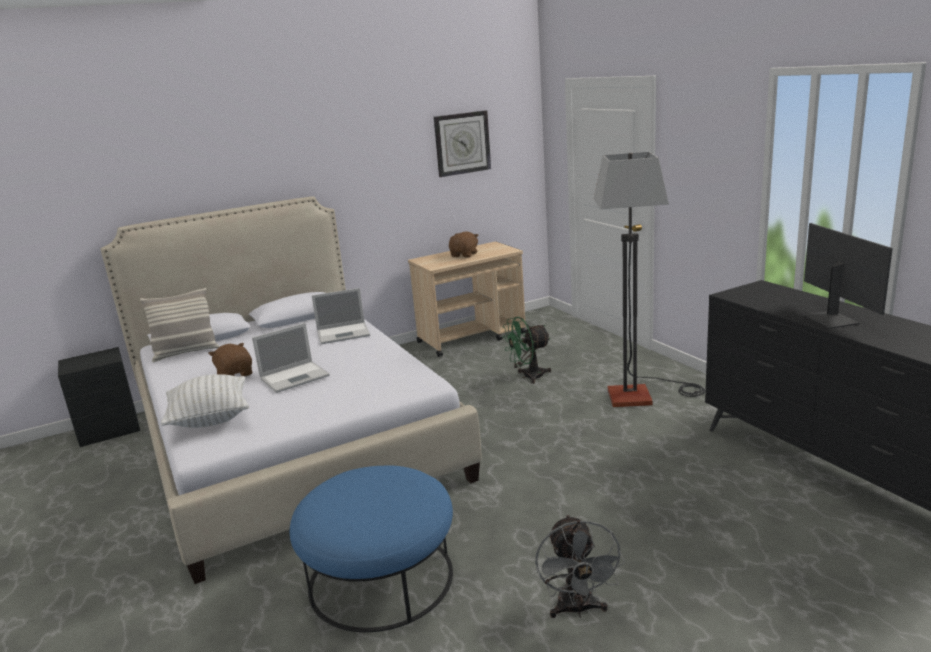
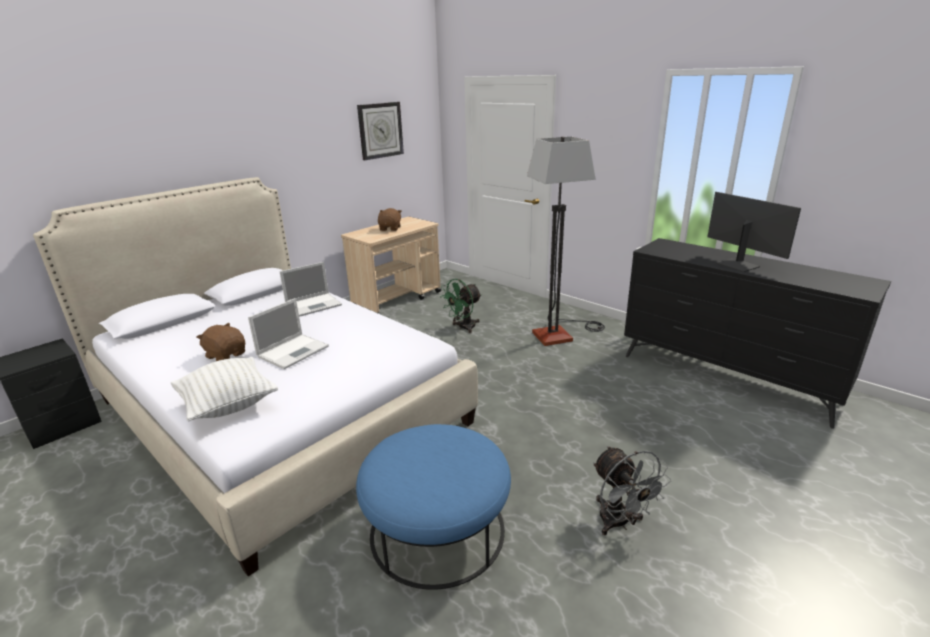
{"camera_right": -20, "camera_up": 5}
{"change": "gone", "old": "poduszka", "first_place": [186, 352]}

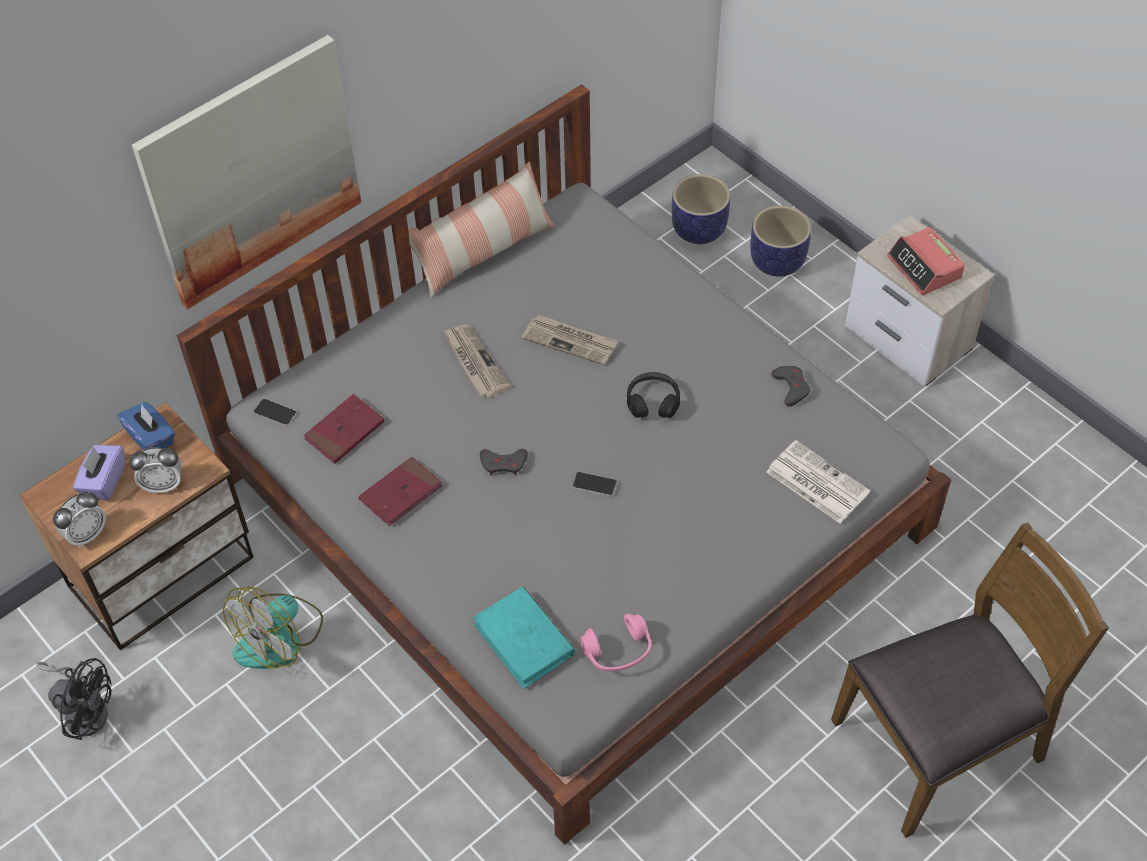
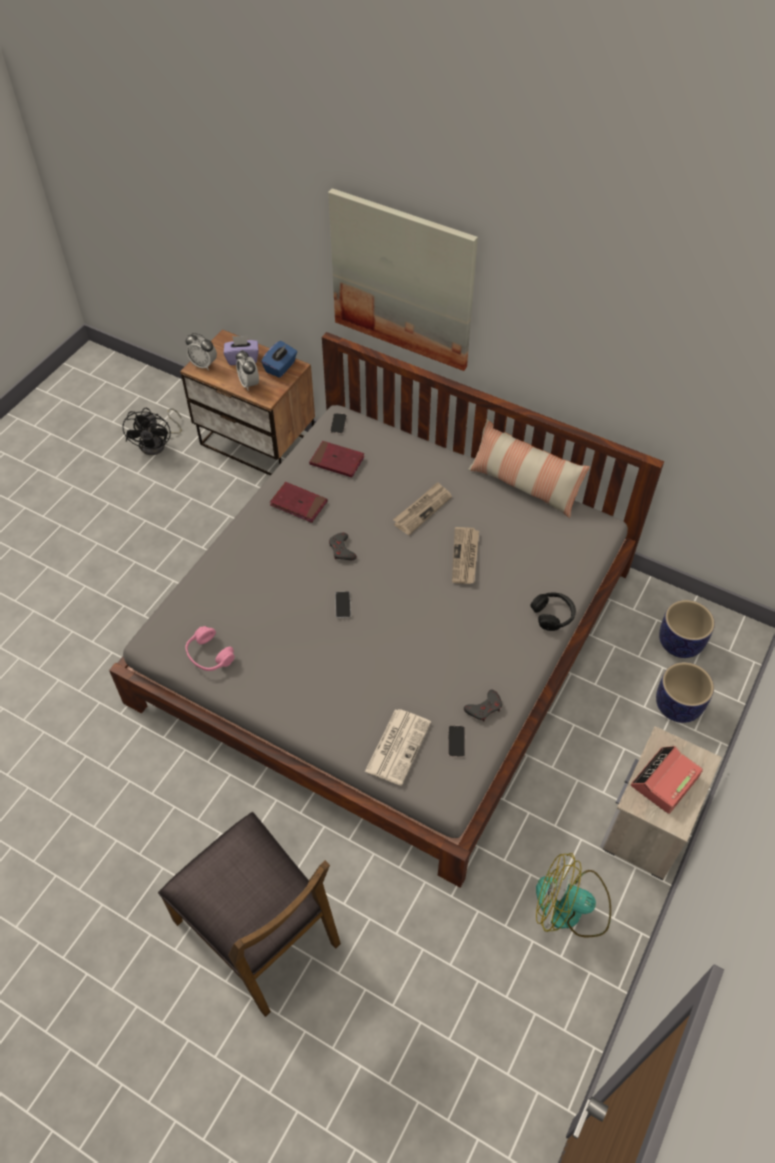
{"camera_right": 70, "camera_up": 0}
{"change": "shifted", "old": "słuchawki (czarny)", "first_place": [653, 401], "second_place": [553, 615]}
{"change": "shifted", "old": "wentylator", "first_place": [280, 638], "second_place": [571, 907]}
{"change": "gone", "old": "książka (turkusowy)", "first_place": [524, 640]}
{"change": "new", "new": "telefon", "second_place": [456, 741]}

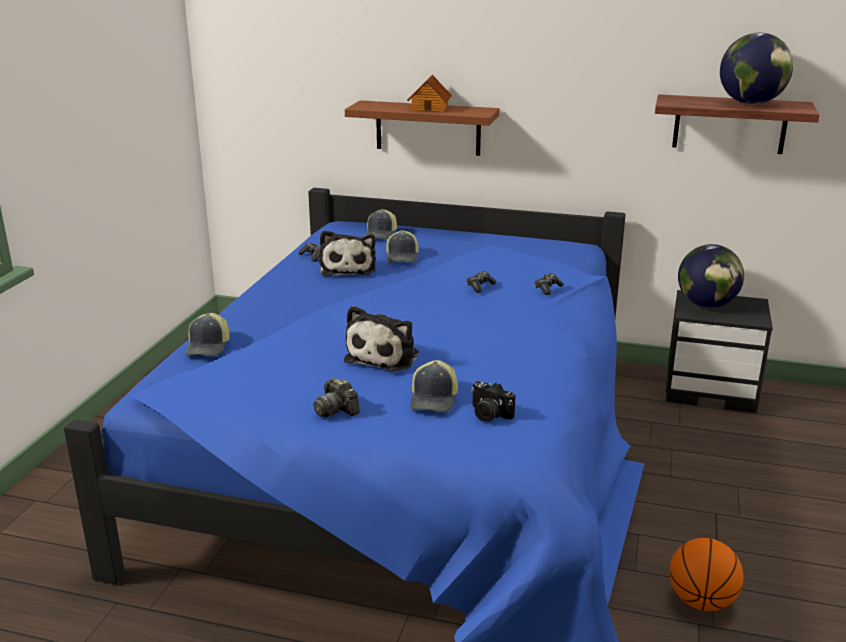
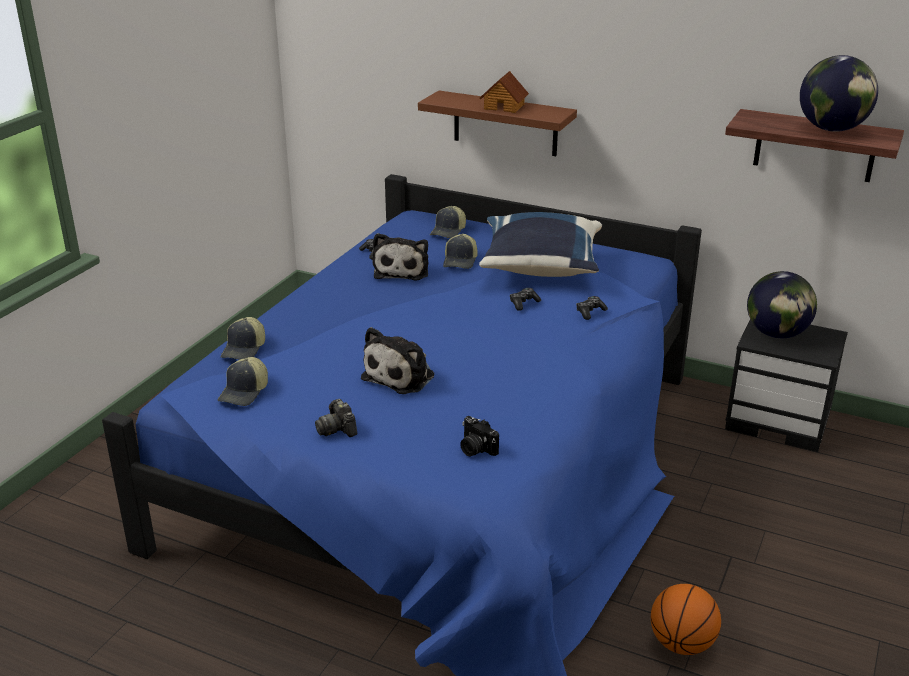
{"camera_right": 10, "camera_up": 5}
{"change": "shifted", "old": "czapka z daszkiem", "first_place": [434, 399], "second_place": [245, 392]}
{"change": "new", "new": "poduszka (niebieski)", "second_place": [540, 267]}

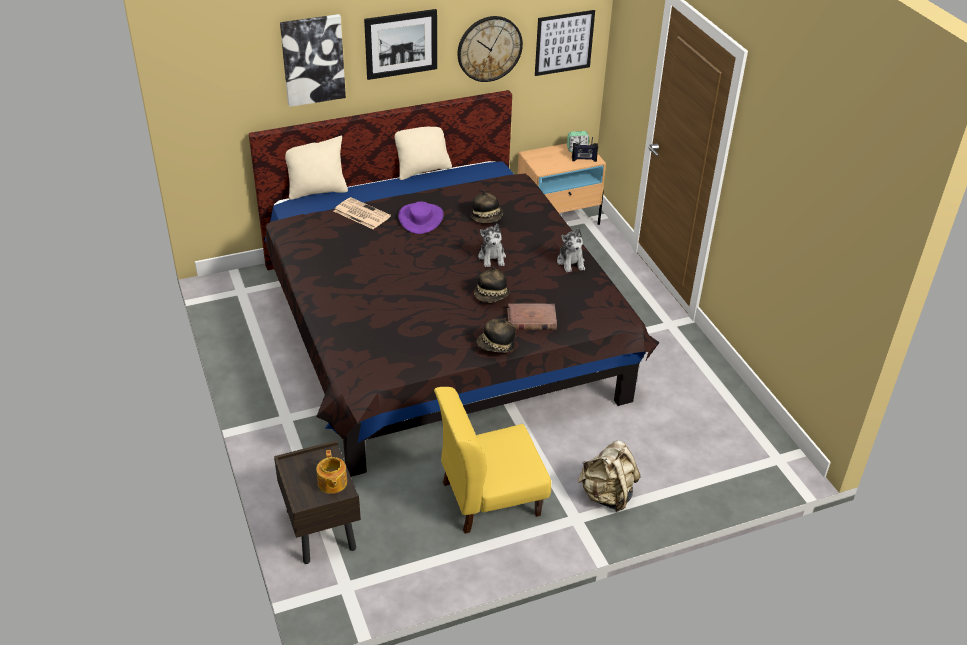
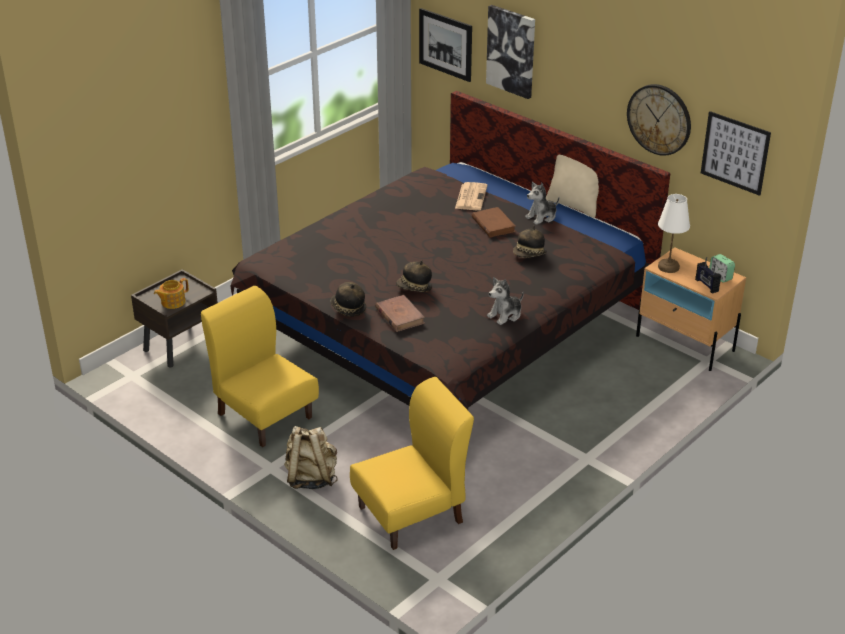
{"camera_right": 65, "camera_up": -5}
{"change": "shifted", "old": "obraz", "first_place": [401, 44], "second_place": [445, 44]}
{"change": "gone", "old": "poduszka (beżowy)", "first_place": [317, 191]}
{"change": "swapped", "old": "kapelusz (fioletowy)", "new": "książka (brązowy)", "first_place": [421, 218], "second_place": [493, 224]}
{"change": "shifted", "old": "pluszak", "first_place": [492, 257], "second_place": [541, 217]}
{"change": "new", "new": "lampa stołowa (biały)", "second_place": [668, 267]}
{"change": "new", "new": "krzesło (żółty)", "second_place": [411, 514]}

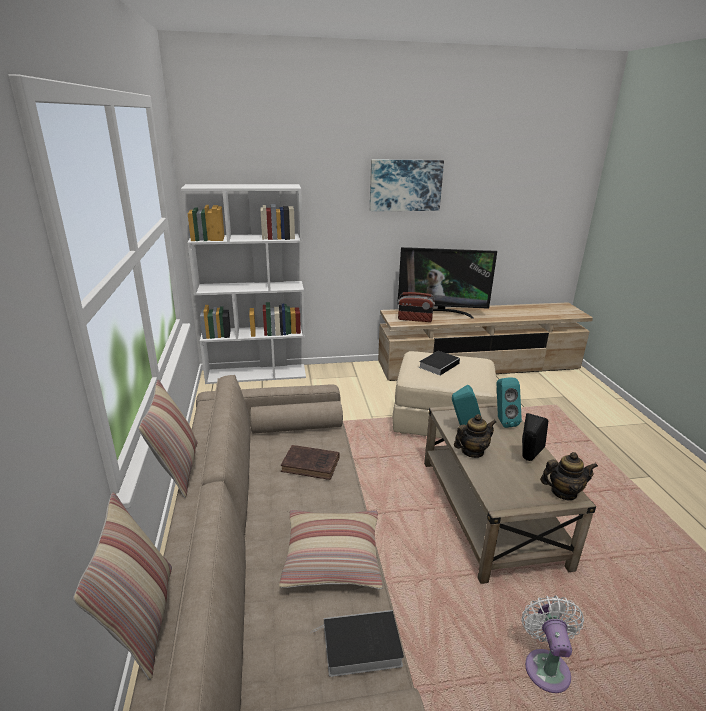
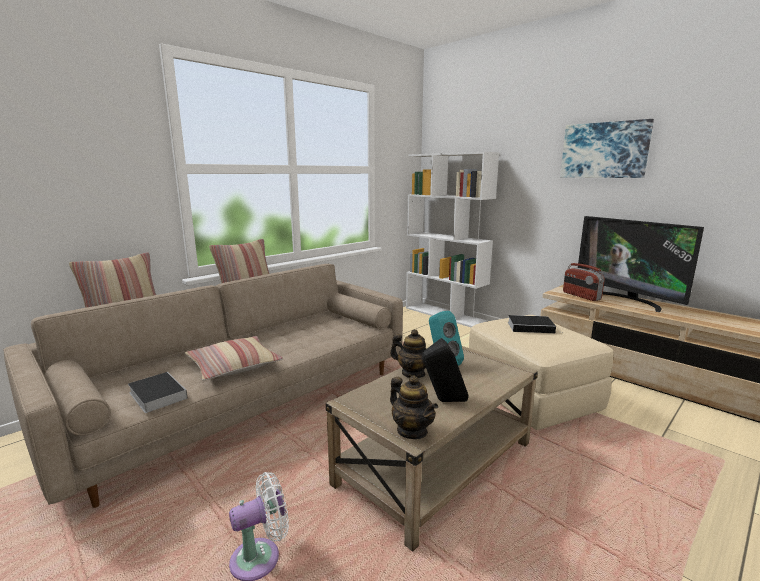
{"camera_right": 55, "camera_up": -10}
{"change": "gone", "old": "głośnik (turkusowy)", "first_place": [502, 421]}
{"change": "gone", "old": "książka (brązowy)", "first_place": [312, 465]}

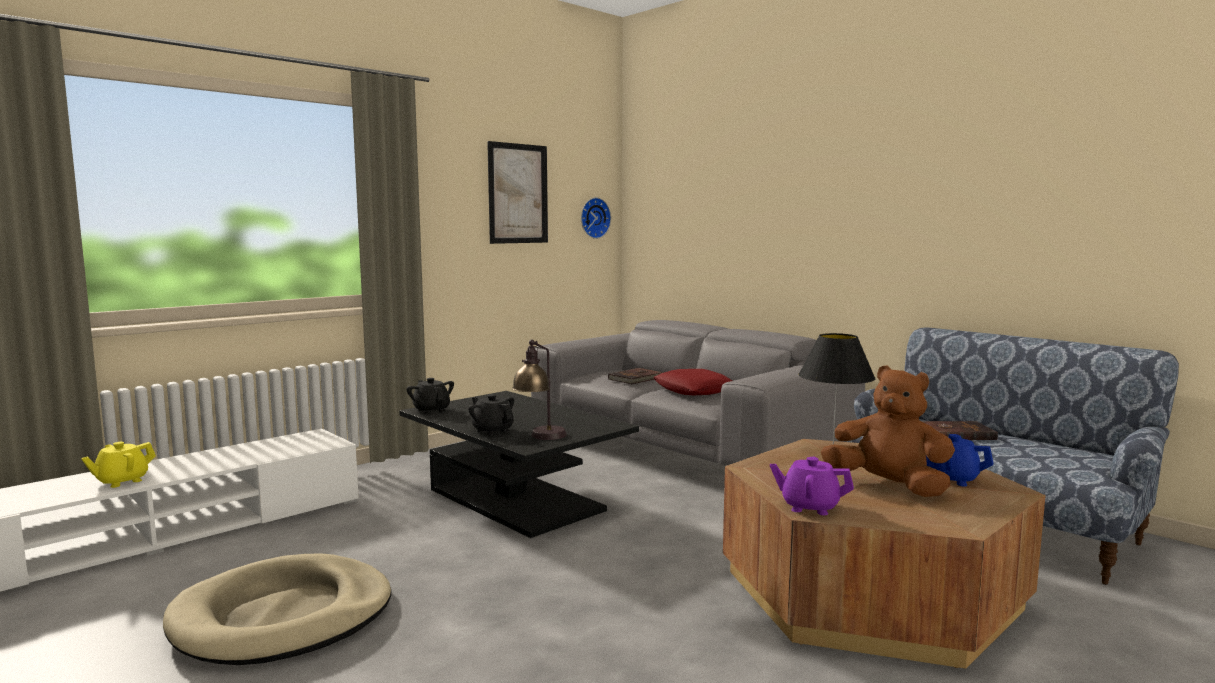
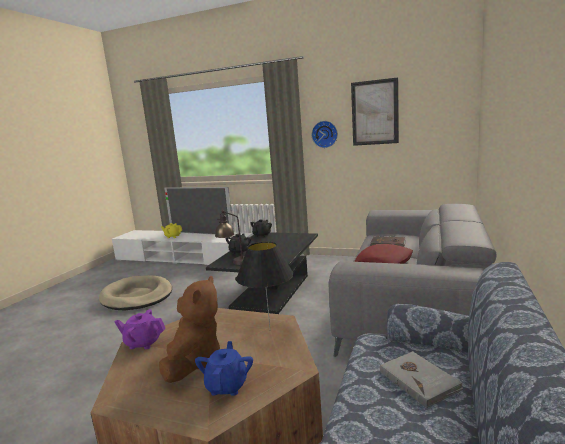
{"camera_right": 65, "camera_up": 5}
{"change": "shifted", "old": "zegar ścienny", "first_place": [593, 218], "second_place": [325, 134]}
{"change": "repainted", "old": "książka (brązowy)", "new": "książka (szary)", "first_place": [955, 433], "second_place": [419, 380]}
{"change": "rotated", "old": "imbryk (fioletowy)", "first_place": [809, 507], "second_place": [143, 343], "degrees": -75}
{"change": "new", "new": "telewizor", "second_place": [200, 233]}

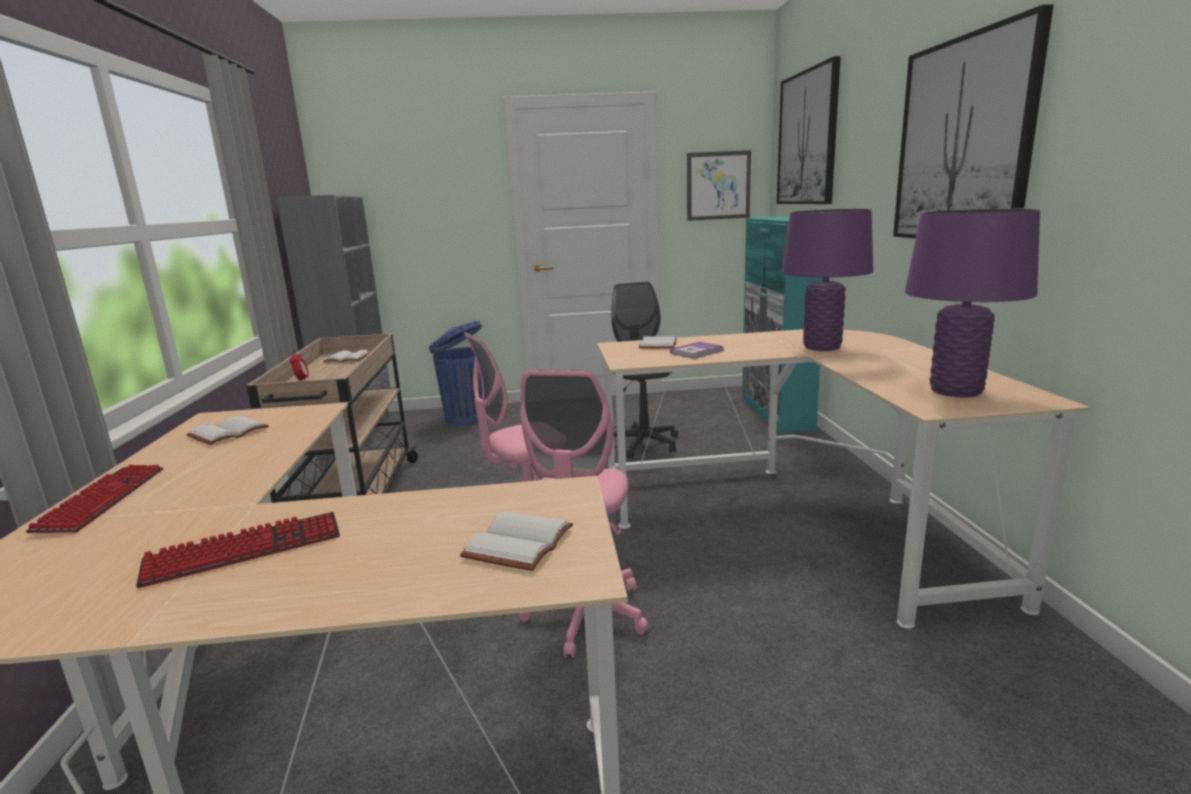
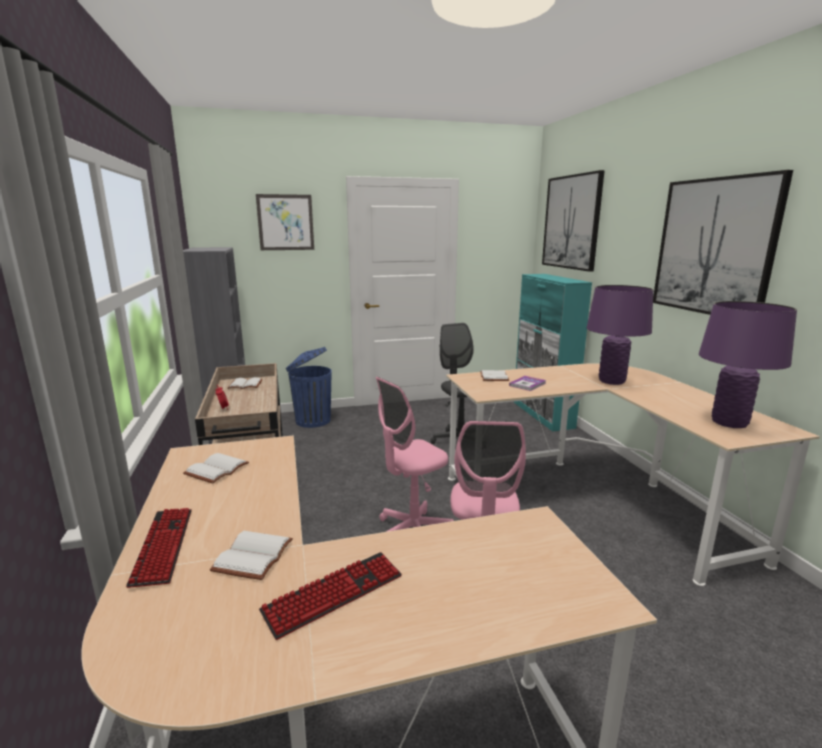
{"camera_right": -10, "camera_up": 0}
{"change": "shifted", "old": "obraz", "first_place": [718, 185], "second_place": [285, 222]}
{"change": "shifted", "old": "książka (biały)", "first_place": [520, 544], "second_place": [254, 557]}

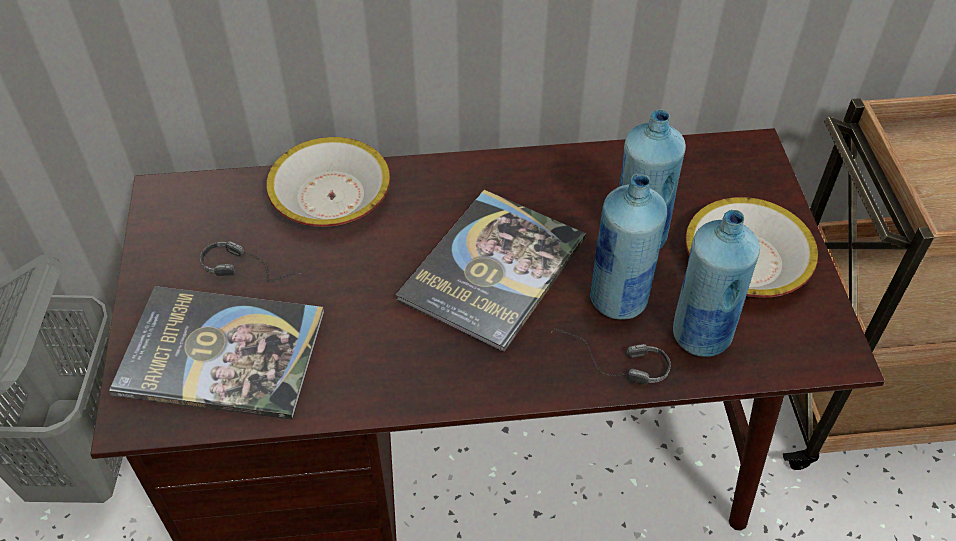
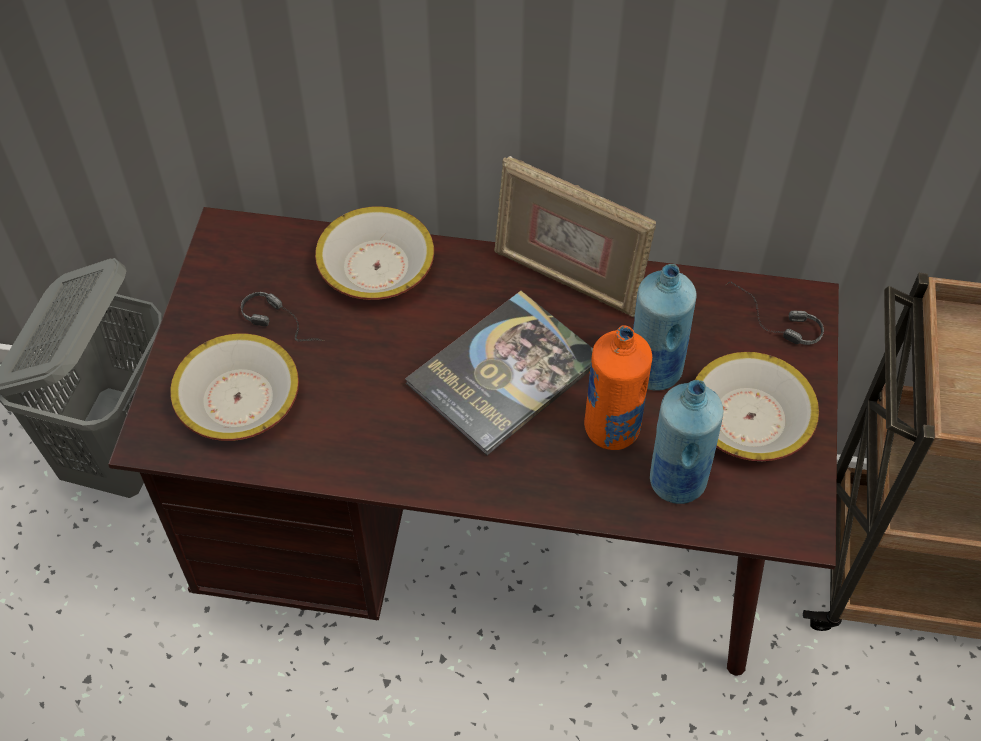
{"camera_right": 15, "camera_up": 5}
{"change": "repainted", "old": "butelka (niebieski)", "new": "butelka (pomarańczowy)", "first_place": [618, 300], "second_place": [611, 429]}
{"change": "swapped", "old": "książka", "new": "miska", "first_place": [221, 353], "second_place": [238, 398]}
{"change": "shifted", "old": "słuchawki", "first_place": [608, 365], "second_place": [769, 323]}
{"change": "new", "new": "ramka na zdjęcie", "second_place": [567, 279]}

